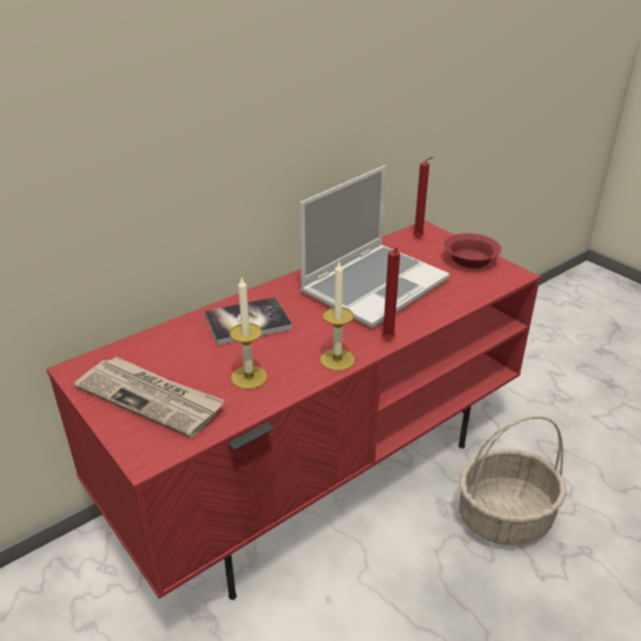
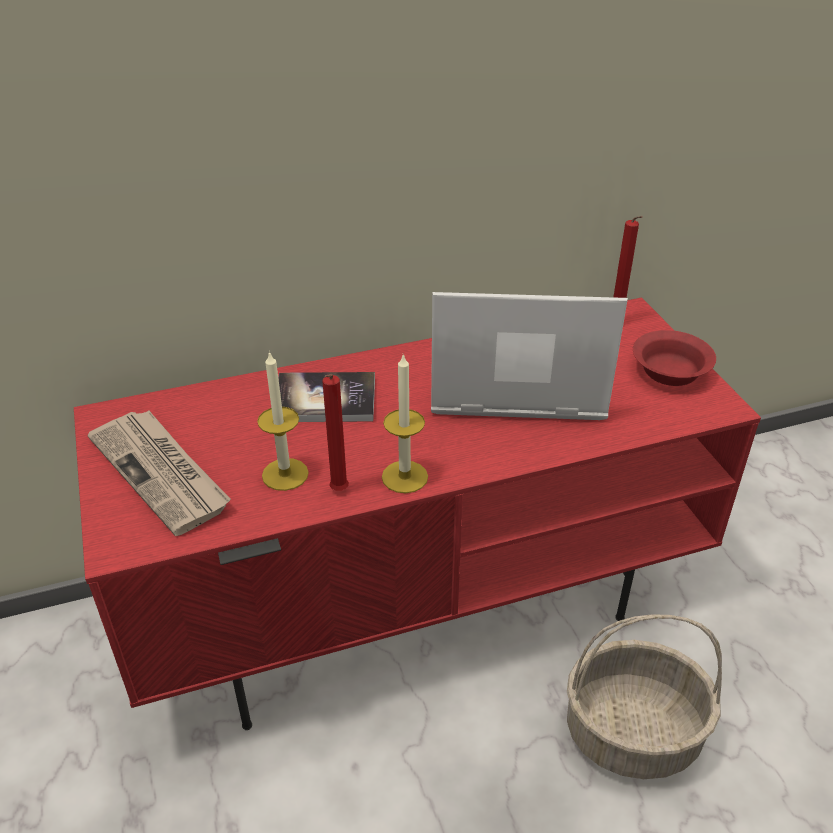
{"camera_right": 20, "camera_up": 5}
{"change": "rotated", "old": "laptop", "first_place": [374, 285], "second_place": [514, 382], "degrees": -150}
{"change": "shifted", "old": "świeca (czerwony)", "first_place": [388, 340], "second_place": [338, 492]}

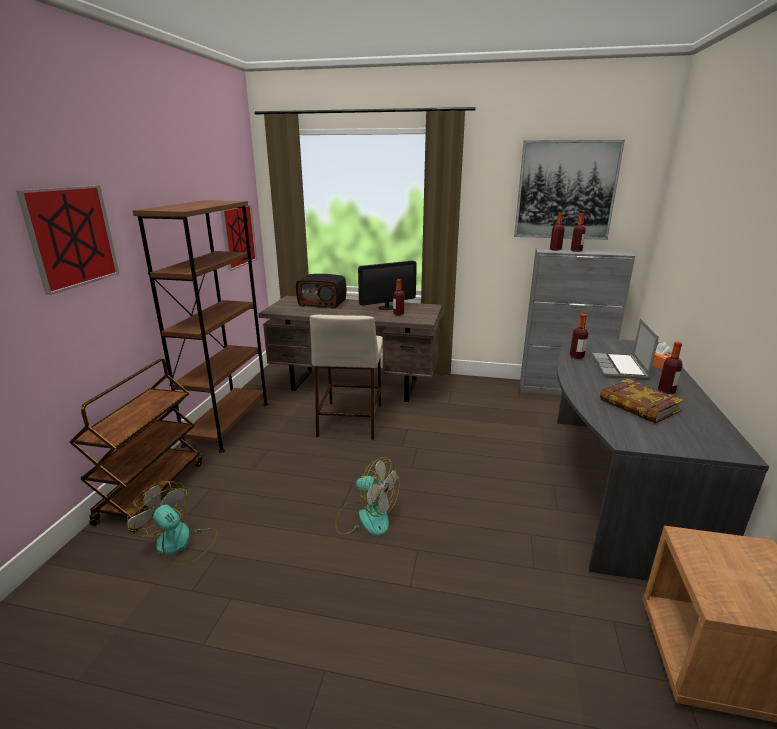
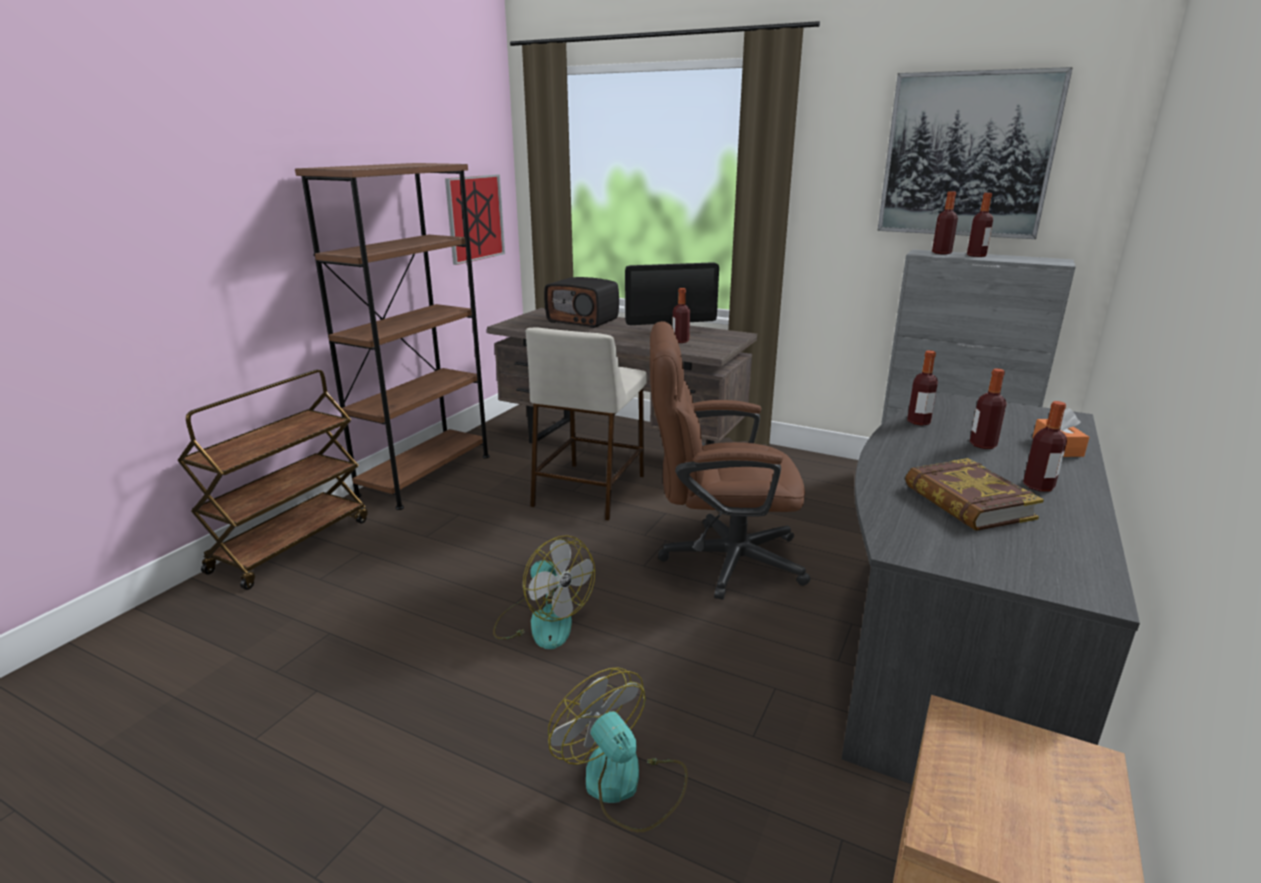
{"camera_right": 15, "camera_up": 0}
{"change": "gone", "old": "obraz", "first_place": [72, 237]}
{"change": "swapped", "old": "laptop", "new": "butelka", "first_place": [620, 368], "second_place": [983, 445]}
{"change": "shifted", "old": "wentylator", "first_place": [180, 544], "second_place": [624, 784]}
{"change": "new", "new": "krzesło biurowe (brązowy)", "second_place": [719, 559]}

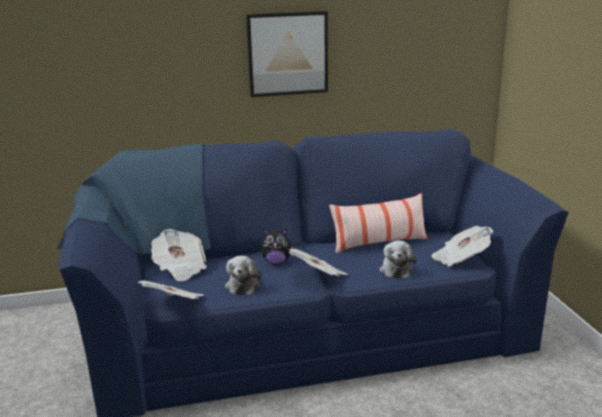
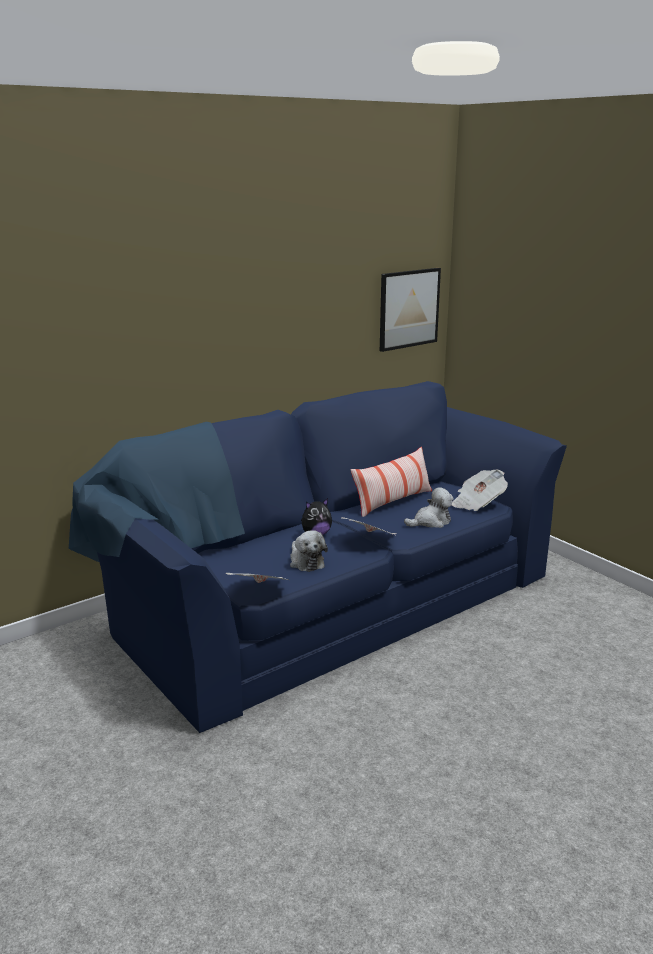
{"camera_right": -25, "camera_up": 0}
{"change": "shifted", "old": "obraz", "first_place": [288, 54], "second_place": [409, 309]}
{"change": "gone", "old": "gazeta", "first_place": [180, 268]}
{"change": "rotated", "old": "pluszak", "first_place": [396, 269], "second_place": [431, 522], "degrees": -90}

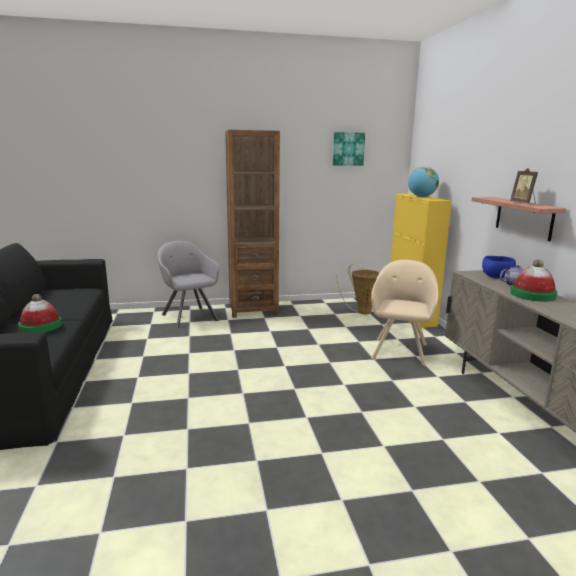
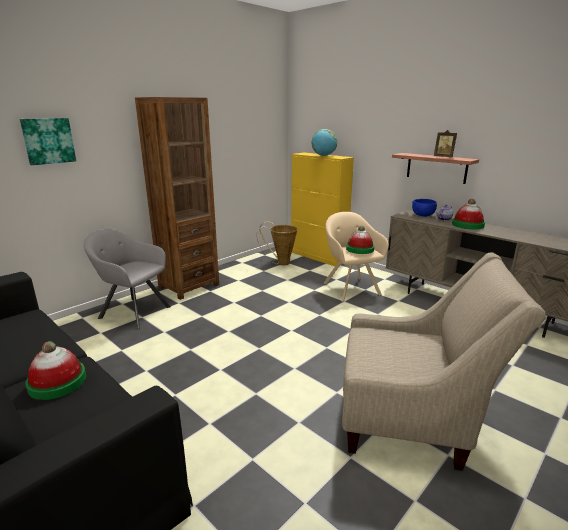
{"camera_right": -35, "camera_up": 5}
{"change": "shifted", "old": "obraz", "first_place": [348, 149], "second_place": [48, 141]}
{"change": "new", "new": "kapelusz", "second_place": [360, 249]}
{"change": "new", "new": "fotel (beżowy)", "second_place": [412, 419]}

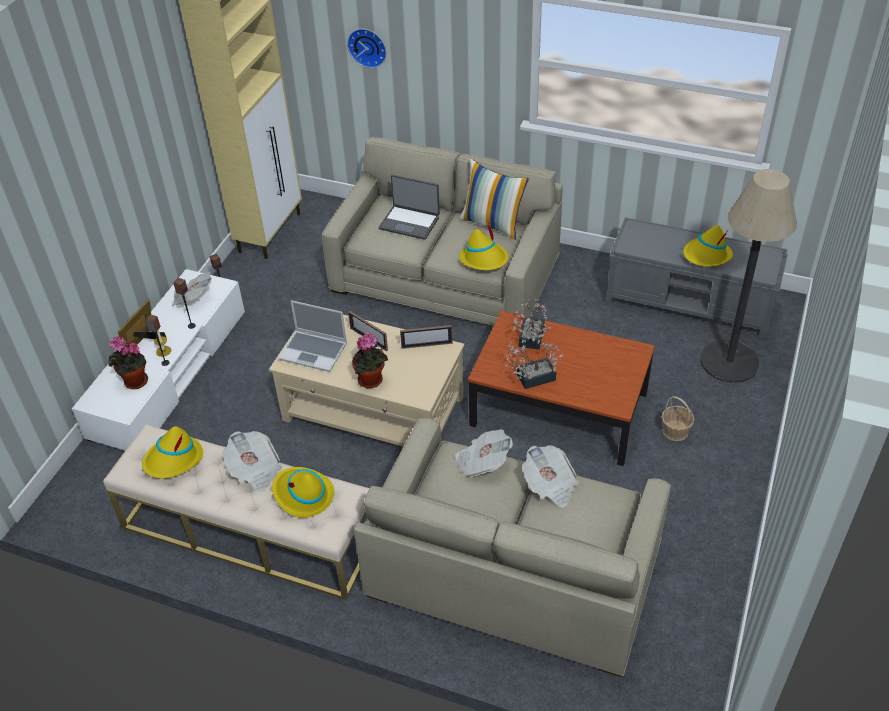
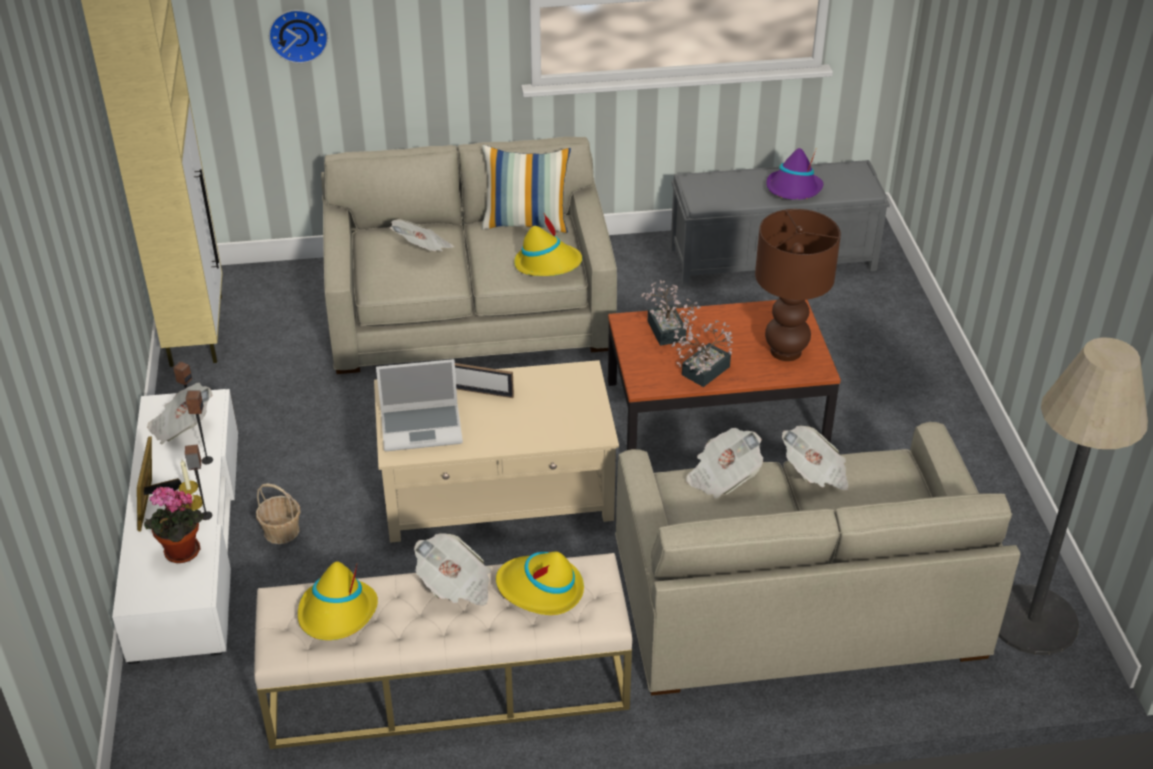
{"camera_right": -30, "camera_up": -5}
{"change": "shifted", "old": "lampa stojąca", "first_place": [729, 362], "second_place": [1032, 620]}
{"change": "swapped", "old": "laptop", "new": "gazeta", "first_place": [410, 222], "second_place": [423, 249]}
{"change": "repainted", "old": "kapelusz (żółty)", "new": "kapelusz (fioletowy)", "first_place": [706, 256], "second_place": [793, 189]}
{"change": "gone", "old": "ramka na zdjęcie", "first_place": [426, 345]}
{"change": "gone", "old": "roślina doniczkowa", "first_place": [372, 381]}
{"change": "shifted", "old": "koszyk", "first_place": [675, 431], "second_place": [281, 531]}
{"change": "new", "new": "lampa stołowa (brązowy)", "second_place": [786, 351]}

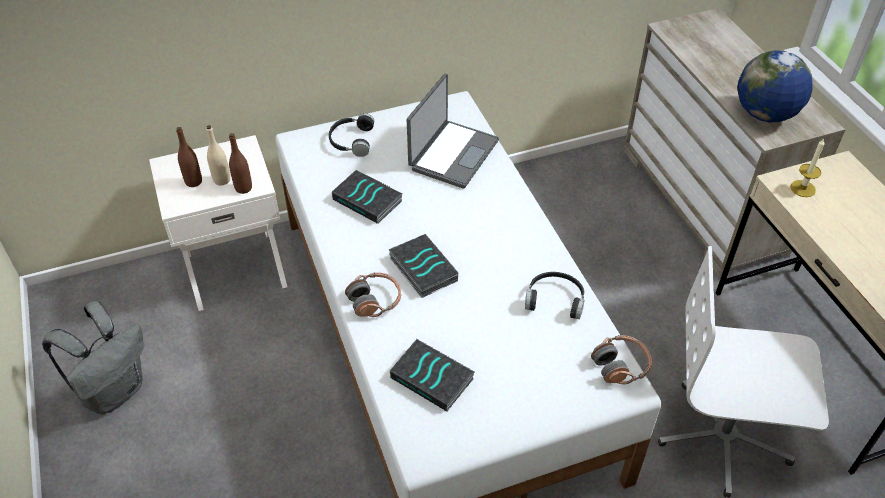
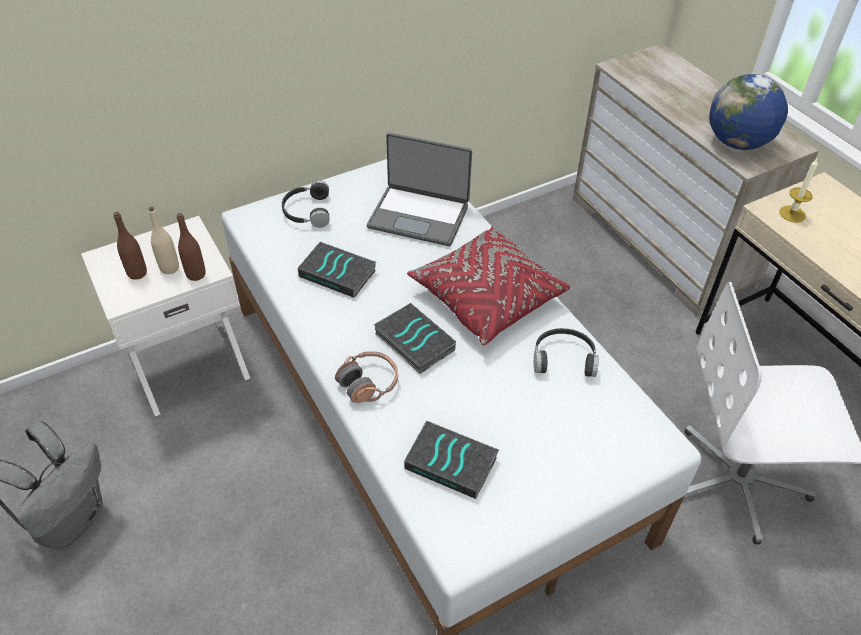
{"camera_right": -10, "camera_up": 0}
{"change": "rotated", "old": "laptop", "first_place": [452, 154], "second_place": [419, 215], "degrees": 90}
{"change": "gone", "old": "słuchawki", "first_place": [620, 366]}
{"change": "new", "new": "poduszka (czerwony)", "second_place": [486, 297]}

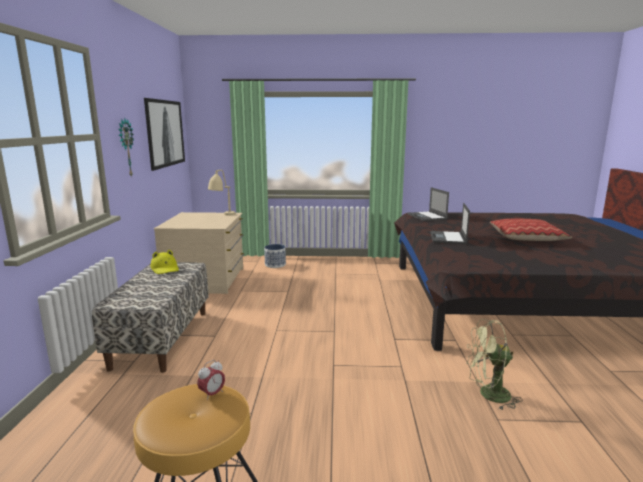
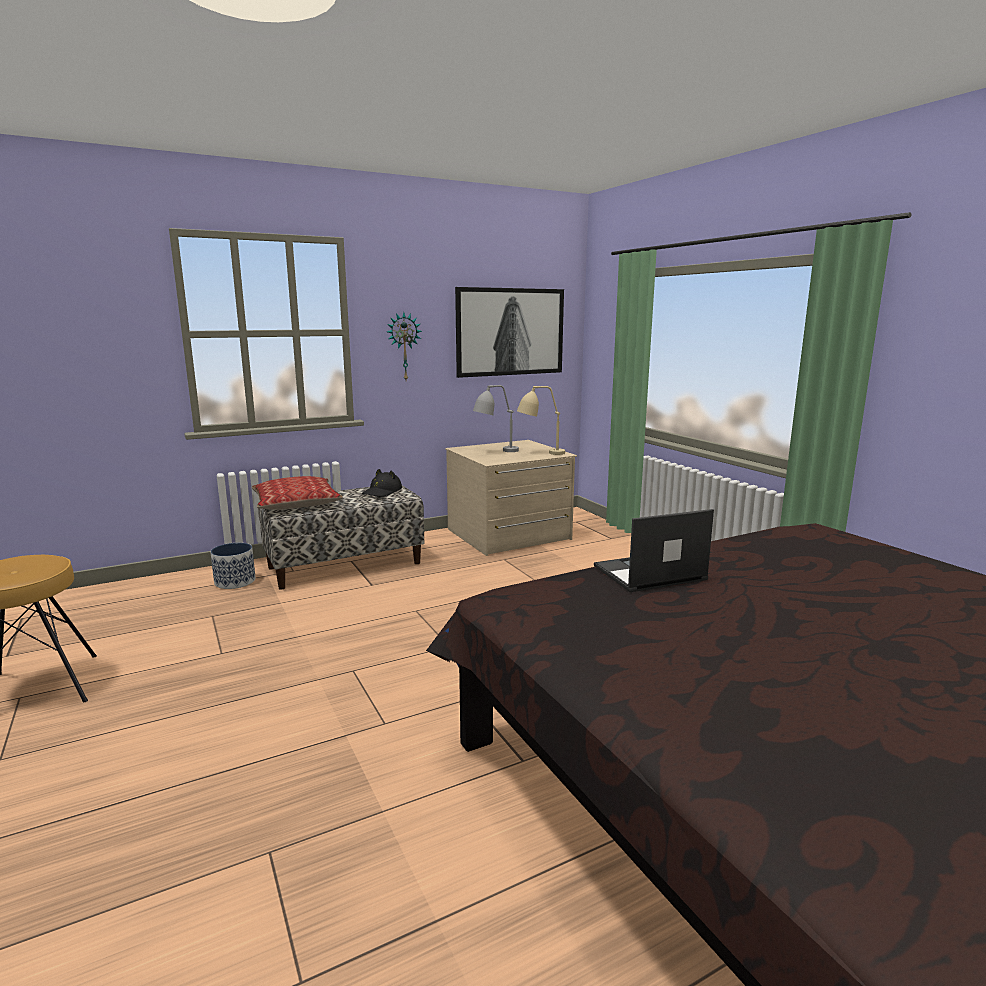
{"camera_right": 60, "camera_up": 0}
{"change": "gone", "old": "laptop", "first_place": [427, 216]}
{"change": "shifted", "old": "poduszka", "first_place": [526, 238], "second_place": [296, 504]}
{"change": "shifted", "old": "donica", "first_place": [275, 265], "second_place": [235, 582]}
{"change": "repainted", "old": "kapelusz (żółty)", "new": "kapelusz (czarny)", "first_place": [165, 269], "second_place": [382, 492]}
{"change": "gone", "old": "wentylator (zielony)", "first_place": [488, 395]}
{"change": "gone", "old": "budzik", "first_place": [212, 394]}
{"change": "new", "new": "lampa stołowa (szary)", "second_place": [495, 452]}

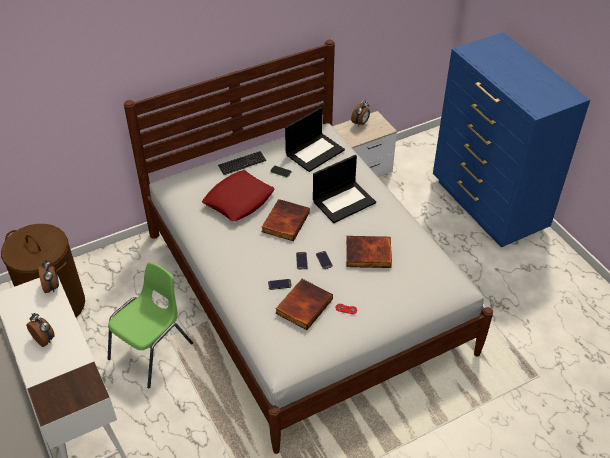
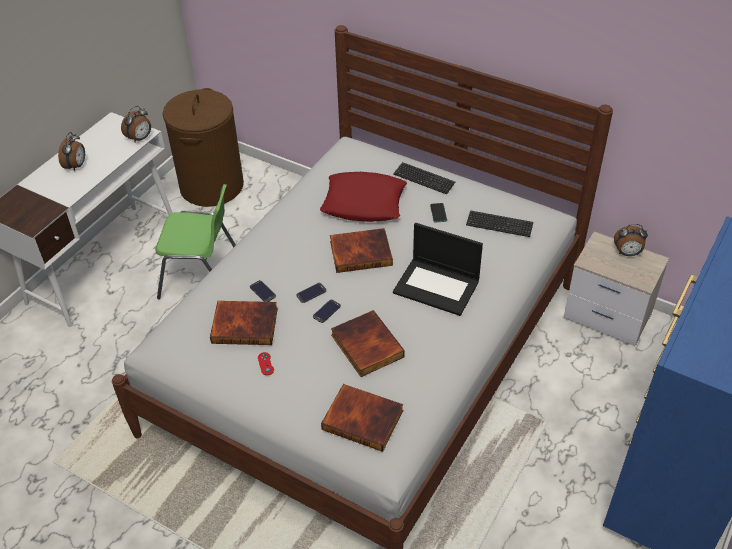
{"camera_right": 60, "camera_up": 0}
{"change": "swapped", "old": "laptop", "new": "klawiatura", "first_place": [315, 152], "second_place": [499, 225]}
{"change": "new", "new": "książka", "second_place": [364, 419]}

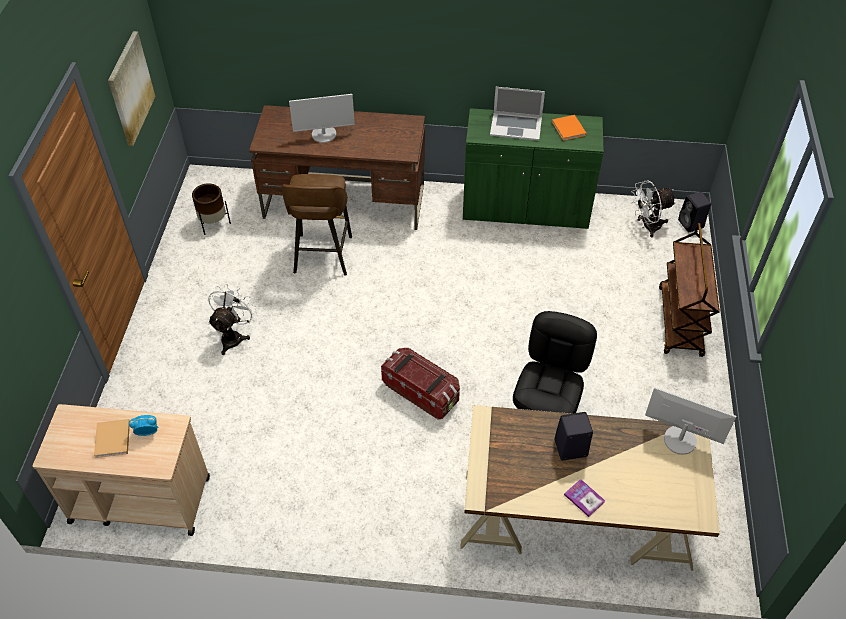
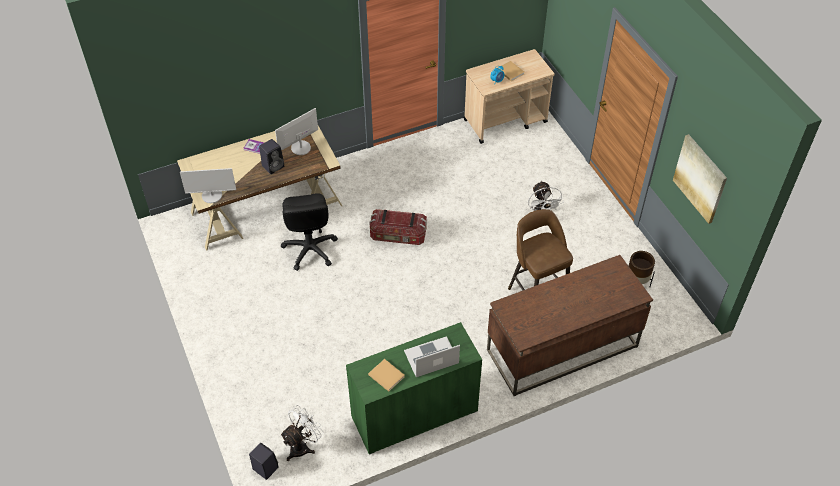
{"camera_right": 150, "camera_up": 0}
{"change": "shifted", "old": "monitor", "first_place": [324, 134], "second_place": [300, 148]}
{"change": "repainted", "old": "książka (pomarańczowy)", "new": "książka (beżowy)", "first_place": [569, 129], "second_place": [385, 375]}
{"change": "gone", "old": "wózek (brązowy)", "first_place": [680, 322]}

